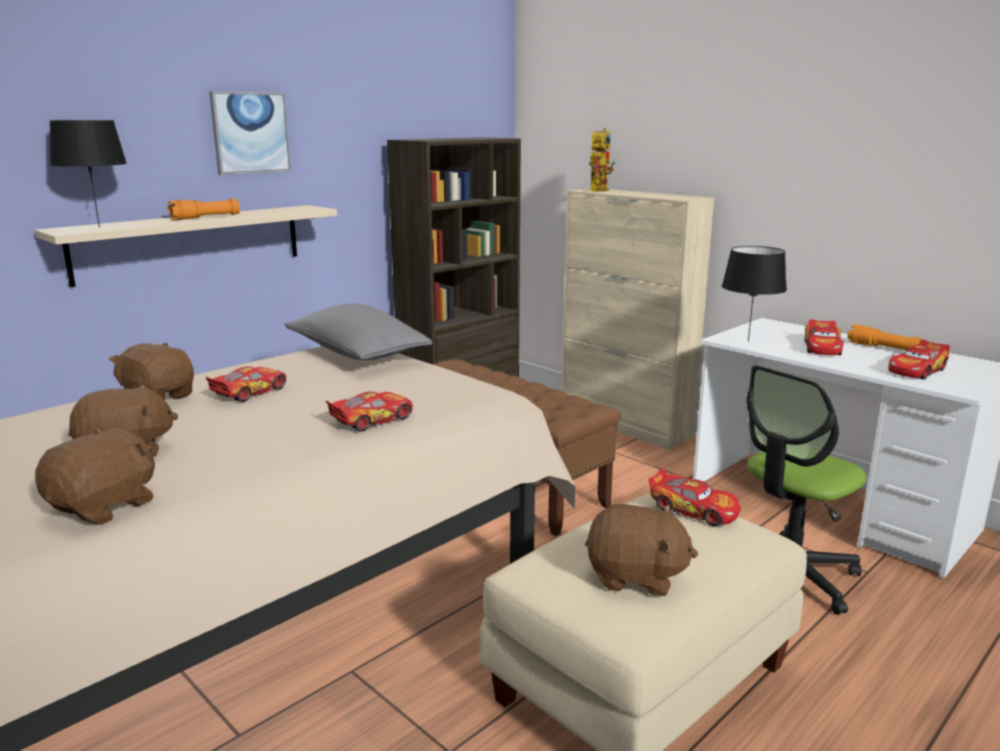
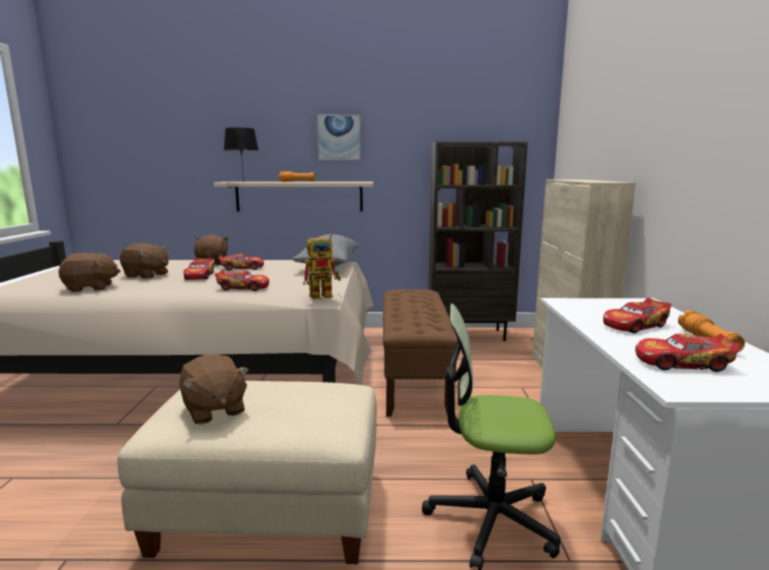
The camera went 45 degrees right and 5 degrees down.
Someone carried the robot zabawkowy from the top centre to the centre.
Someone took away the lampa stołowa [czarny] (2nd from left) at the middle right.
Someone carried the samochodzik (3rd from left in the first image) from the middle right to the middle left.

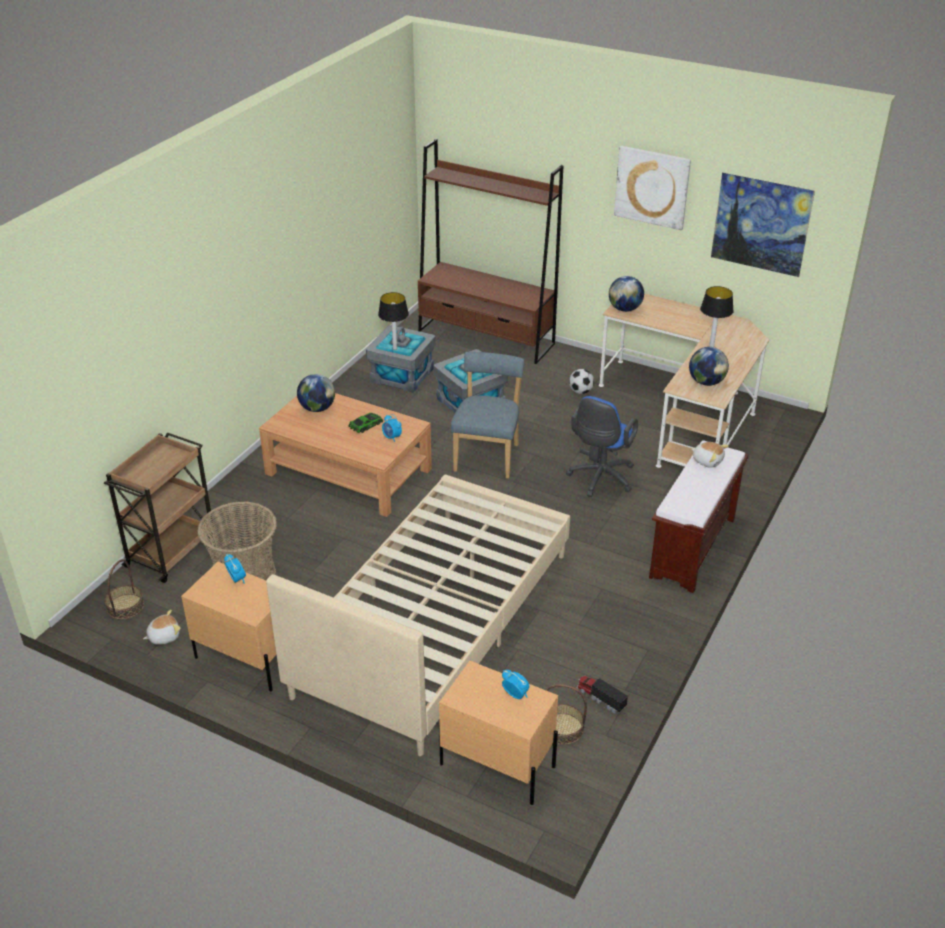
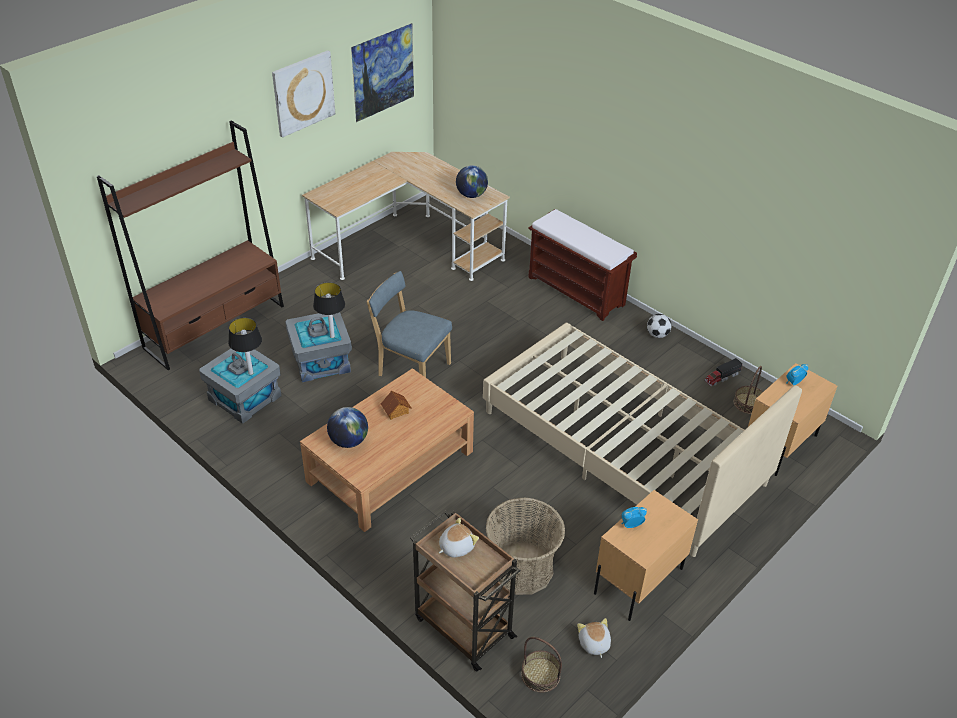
The camera went 75 degrees left and 5 degrees up.
Someone took away the globus (2nd from left) at the top centre.
Someone carried the lampa stołowa (2nd from left) from the middle right to the centre.
Someone carried the piłka futbolowa from the centre to the middle right.
Someone took away the krzesło biurowe [niebieski] at the centre.
Someone swapped the samochodzik at the centre for the domek at the centre.
Someone took away the budzik (2nd from left) at the centre.
Someone carried the pluszak (2nd from left in the first image) from the middle right to the bottom centre.

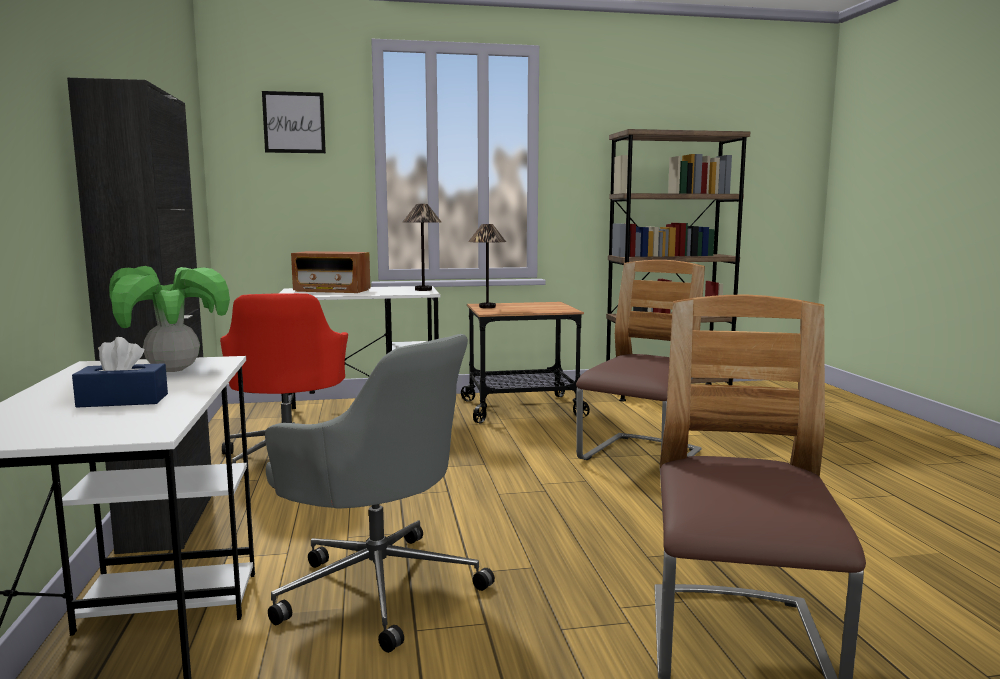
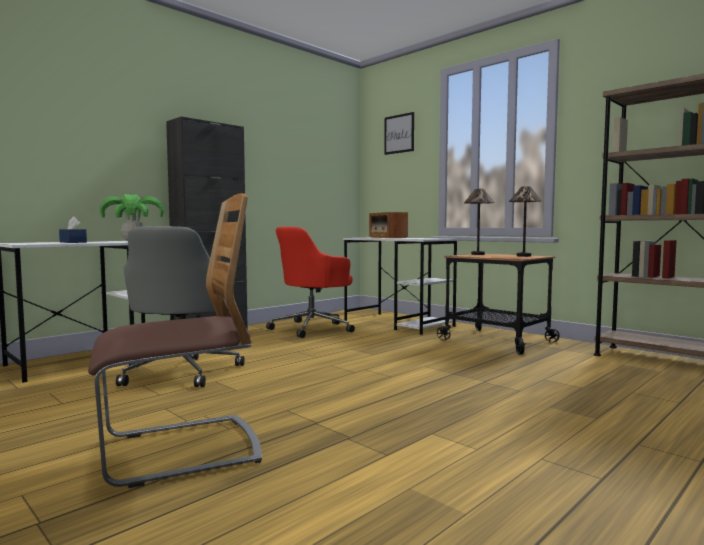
The camera went 55 degrees right and 5 degrees down.
Someone carried the lampa stołowa (1st from left in the first image) from the centre to the middle right.
Someone took away the krzesło (1st from left) at the centre.

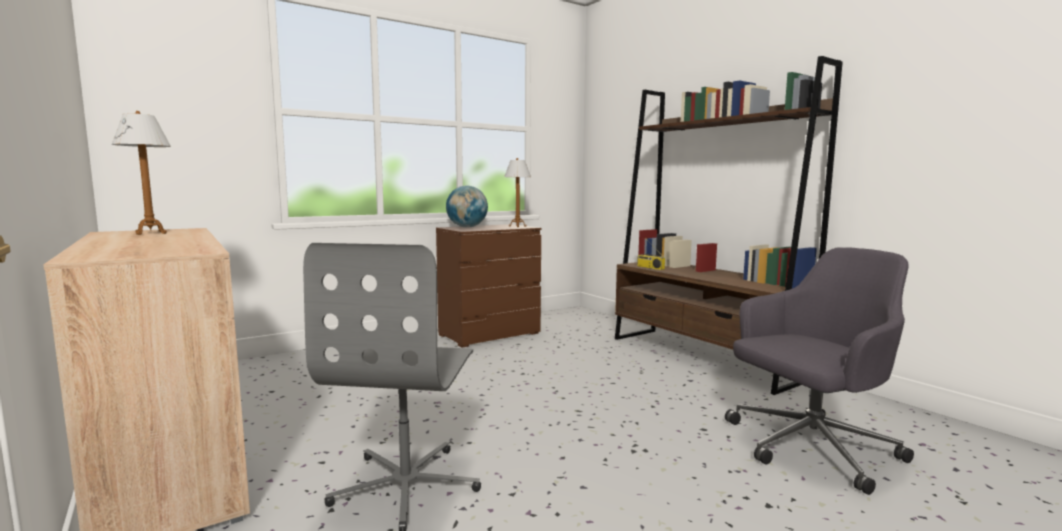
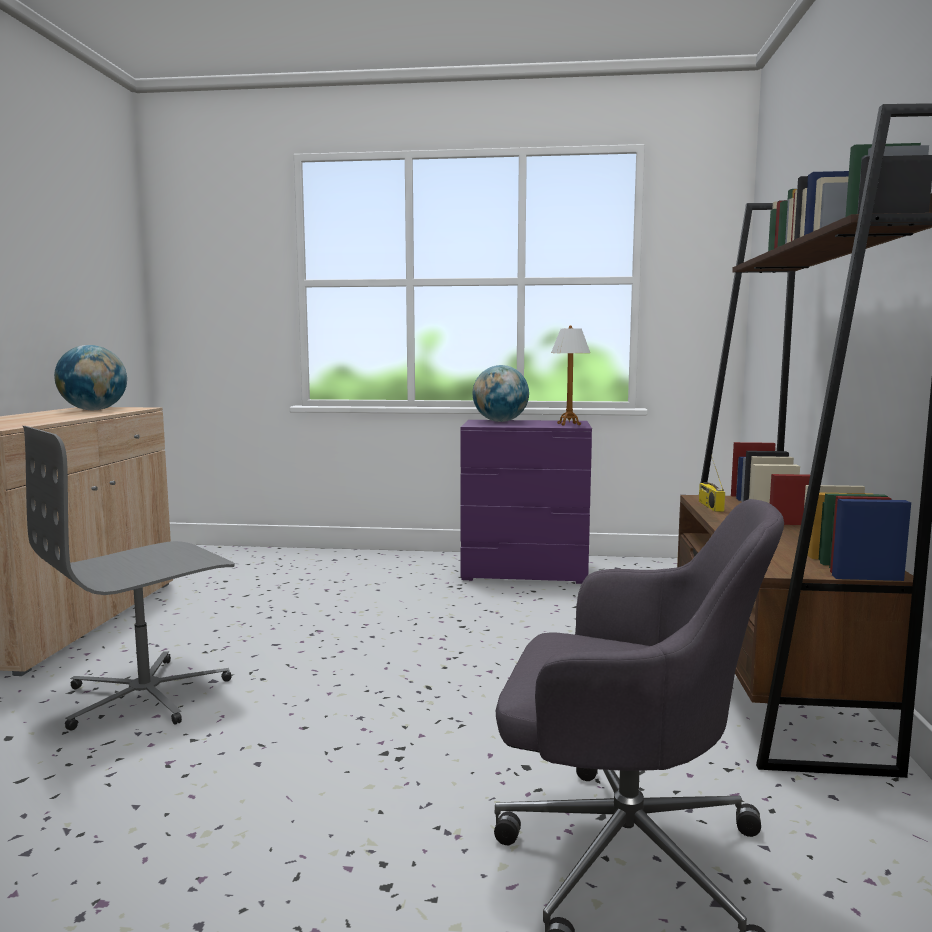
The camera went 40 degrees right and 0 degrees up.
Someone swapped the lampa stołowa (1st from left) at the top left for the globus (1st from left) at the middle left.
Someone repainted the komoda [brązowy] at the centre, which became the komoda [fioletowy] at the centre.

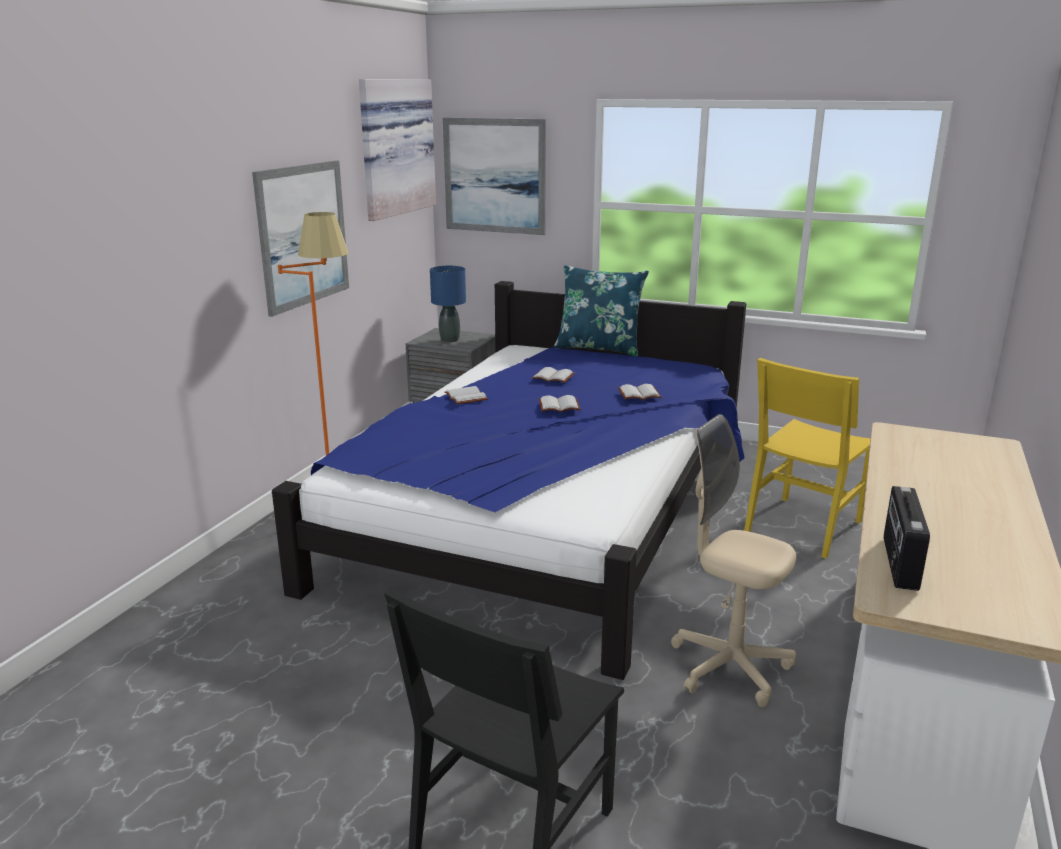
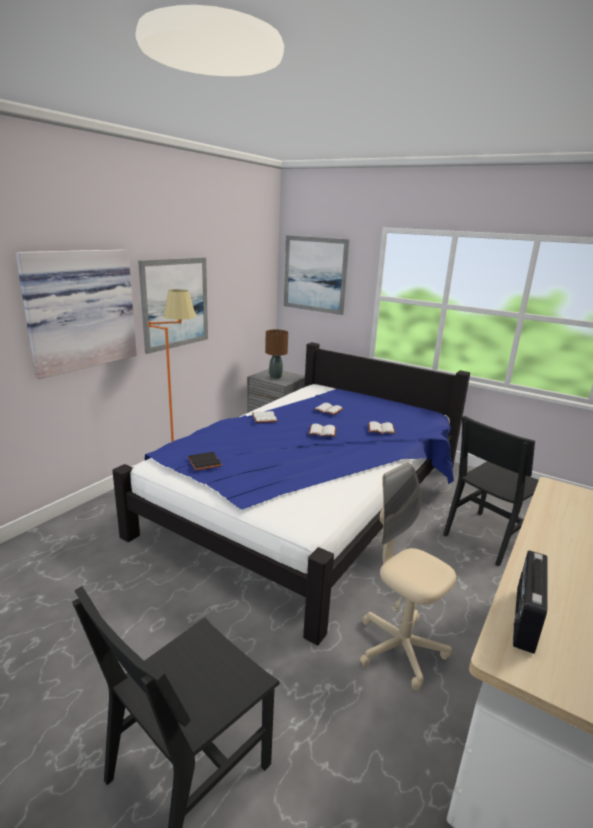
The camera went 10 degrees right and 0 degrees up.
Someone carried the obraz (2nd from left in the first image) from the top centre to the middle left.
Someone took away the poduszka [niebieski] at the centre.
Someone repainted the lampa stołowa [niebieski] at the centre, which became the lampa stołowa [brązowy] at the centre.
Someone repainted the krzesło [żółty] at the middle right, which became the krzesło [czarny] (2nd from left) at the middle right.
Someone put down the książka [czarny] at the centre.

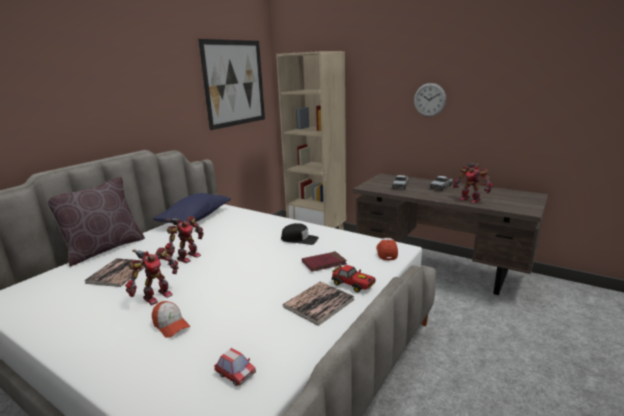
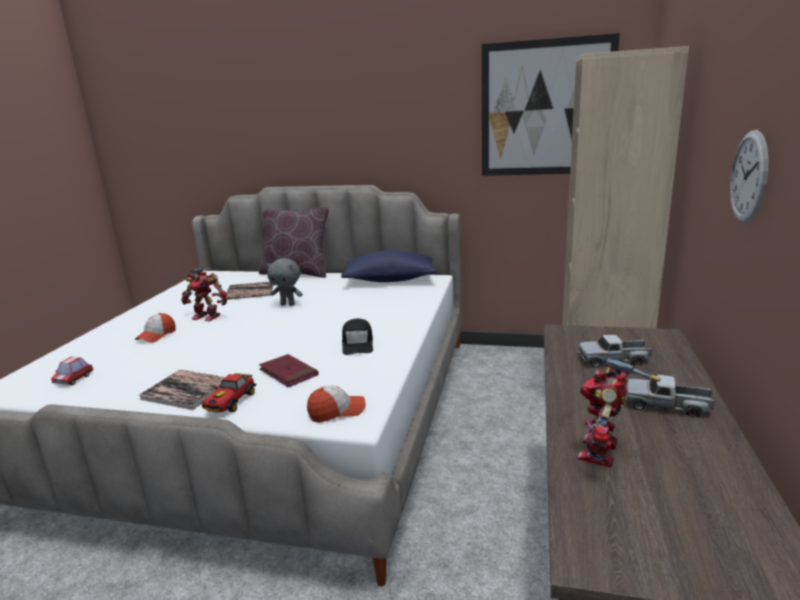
The camera went 70 degrees right and 0 degrees up.
Someone swapped the robot zabawkowy (2nd from left) at the middle left for the pluszak [szary] at the centre.

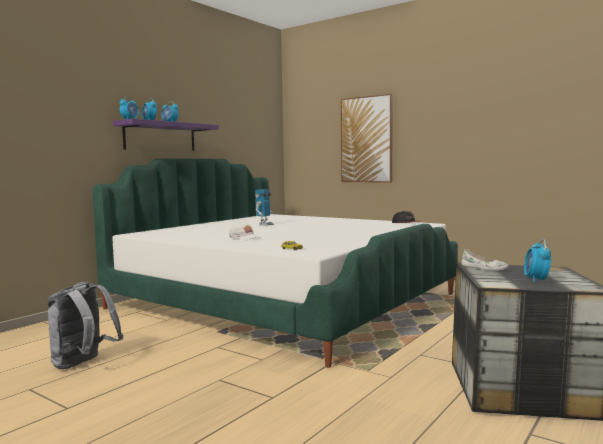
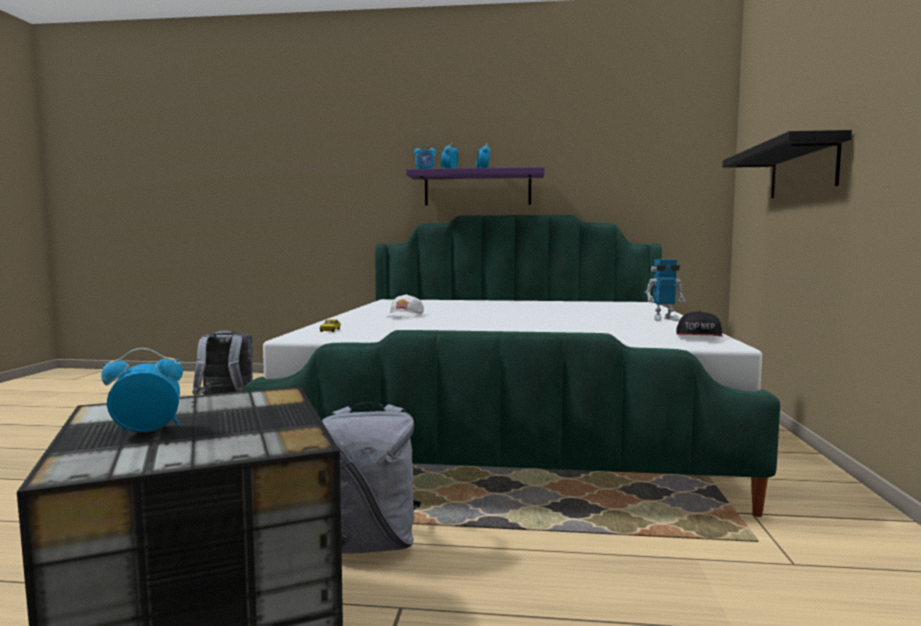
The camera went 60 degrees right and 0 degrees up.
Someone swapped the obraz at the top centre for the półka [czarny] at the top right.
Someone carried the robot zabawkowy from the centre to the middle right.
Someone took away the but [biały] at the middle right.
Someone put down the plecak [szary] (2nd from left) at the bottom centre.

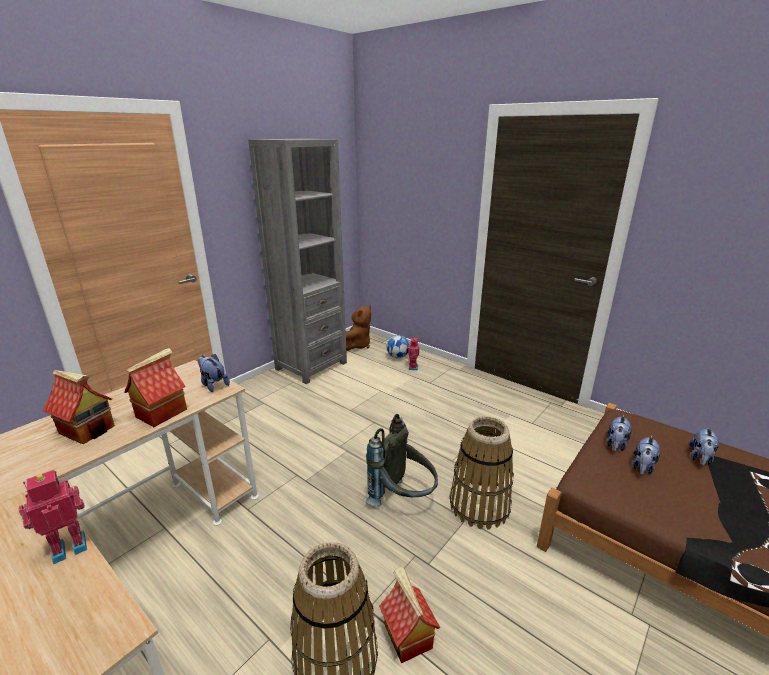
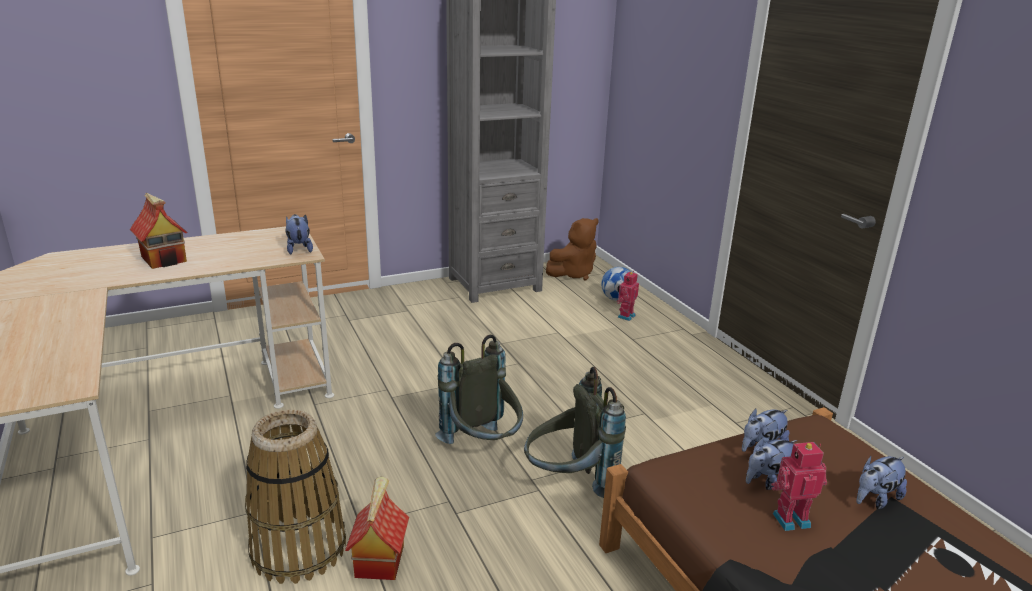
The camera went 25 degrees right and 0 degrees up.
Someone took away the domek (2nd from left) at the middle left.
Someone swapped the koszyk (2nd from left) at the bottom centre for the plecak [szary] (2nd from left) at the bottom centre.
Someone carried the robot zabawkowy (1st from left in the first image) from the bottom left to the bottom right.

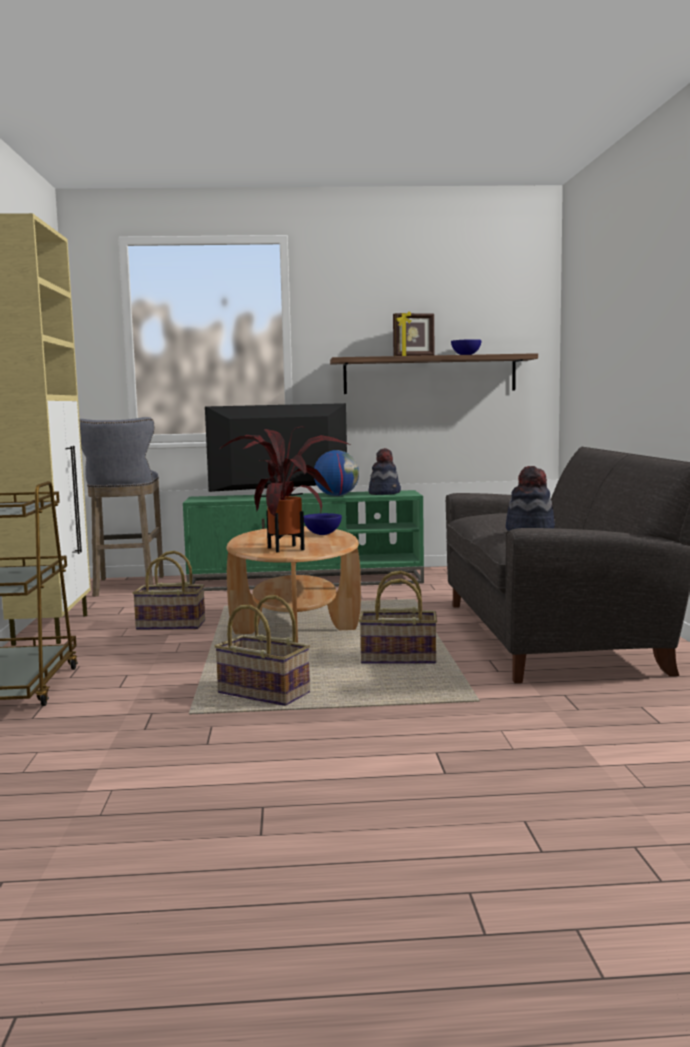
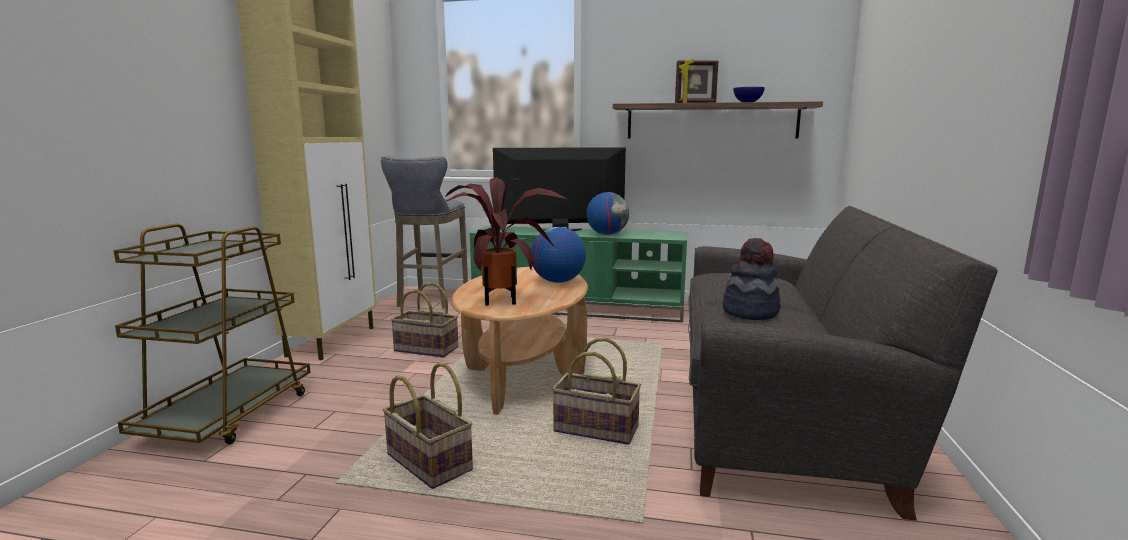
The camera went 15 degrees right and 5 degrees up.
Someone took away the kapelusz (1st from left) at the centre.
Someone swapped the miska [niebieski] (1st from left) at the centre for the globus (1st from left) at the centre.

